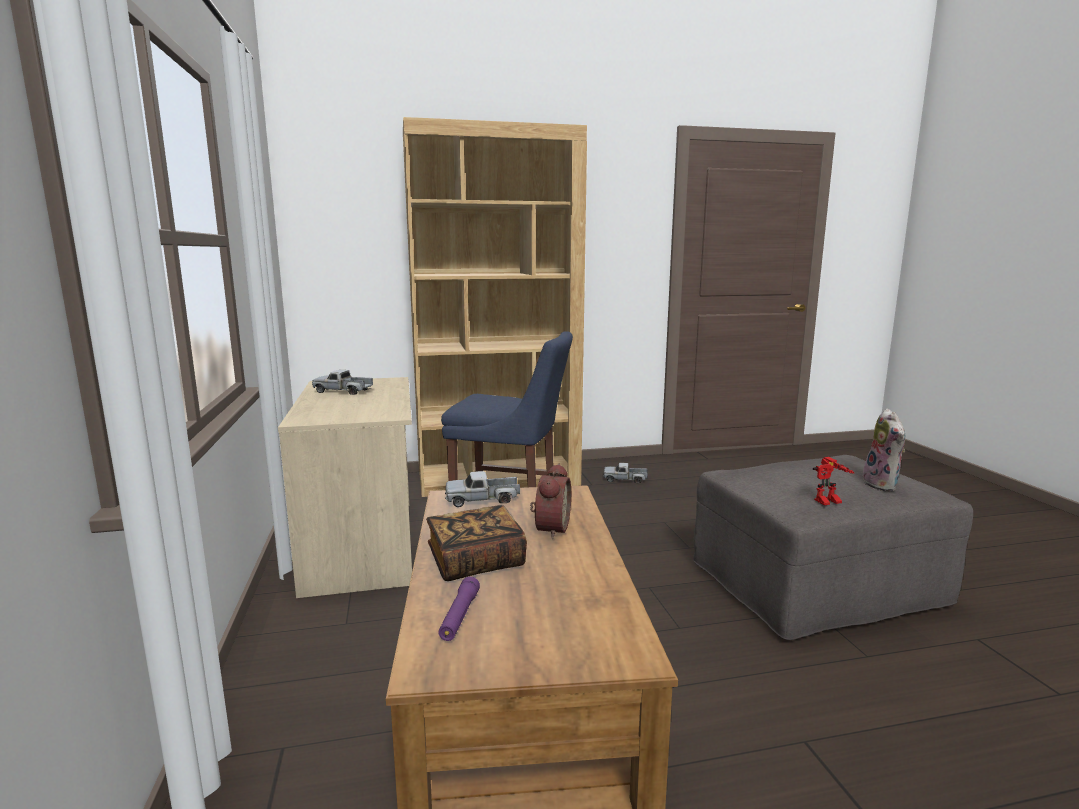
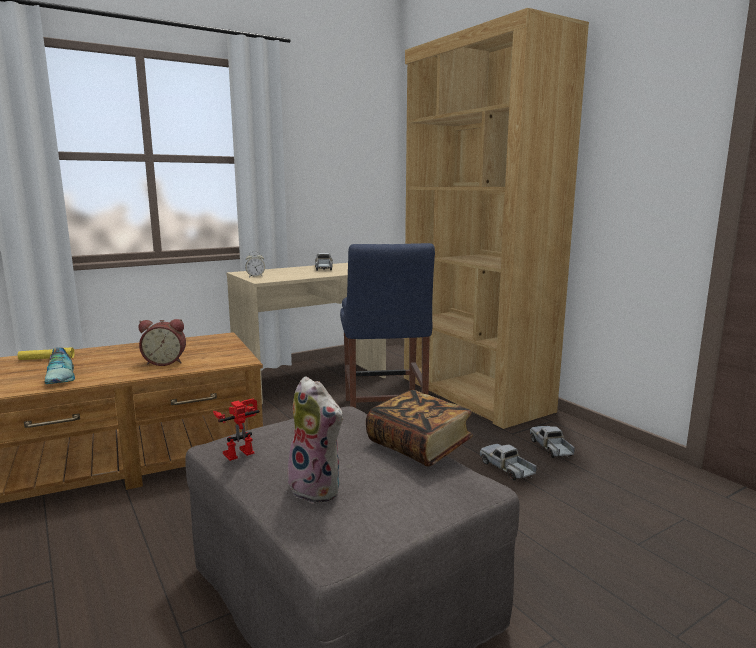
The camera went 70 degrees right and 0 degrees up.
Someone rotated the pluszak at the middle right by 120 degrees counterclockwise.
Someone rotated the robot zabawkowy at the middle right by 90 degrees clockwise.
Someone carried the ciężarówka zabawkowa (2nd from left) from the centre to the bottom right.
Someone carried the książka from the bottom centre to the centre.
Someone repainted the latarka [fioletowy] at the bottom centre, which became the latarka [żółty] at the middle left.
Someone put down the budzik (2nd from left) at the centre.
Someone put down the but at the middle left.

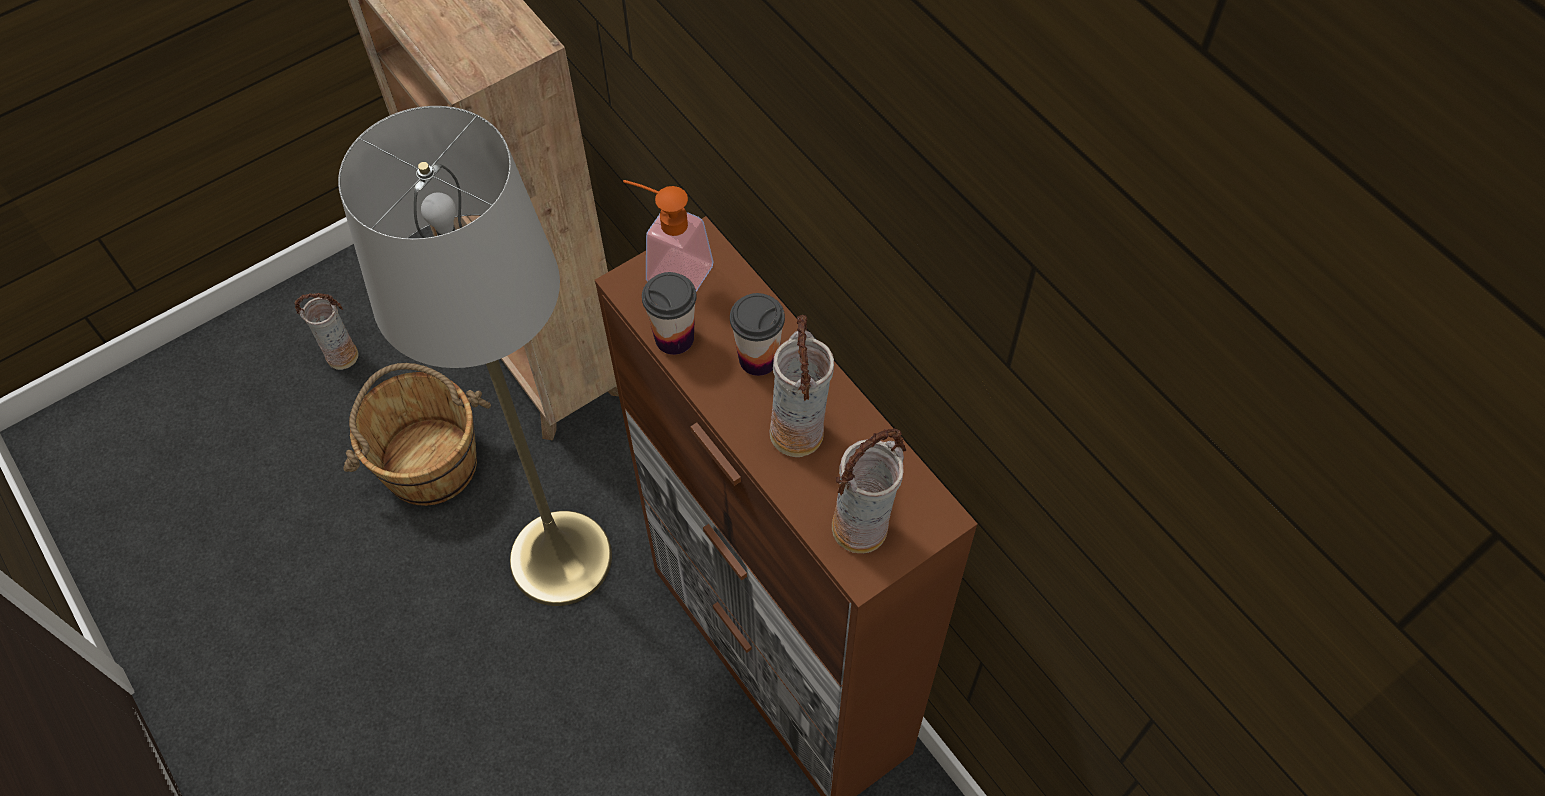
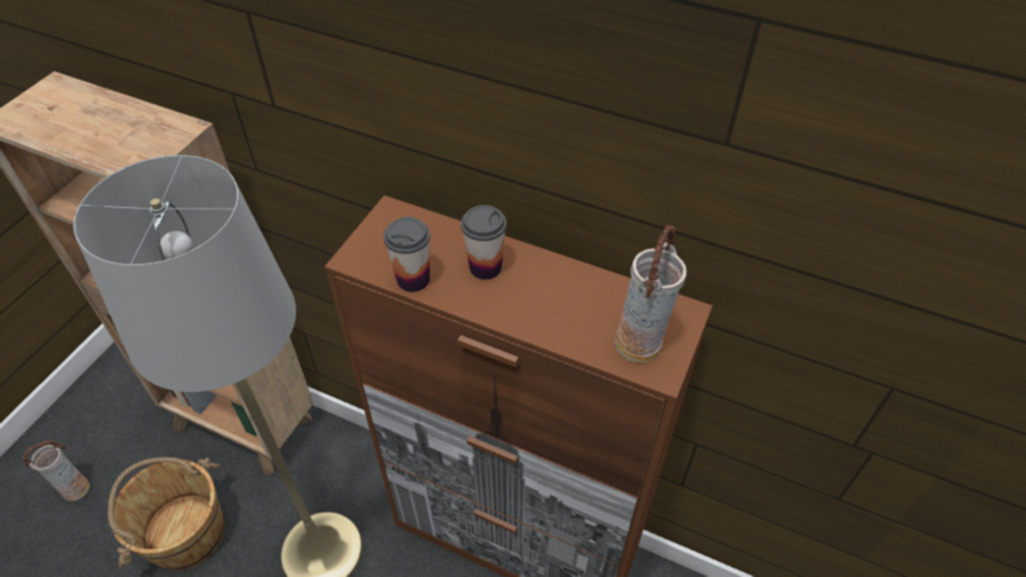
The camera went 30 degrees left and 10 degrees down.
Someone took away the dozownik mydła at the top centre.
Someone took away the wazon (2nd from left) at the centre.

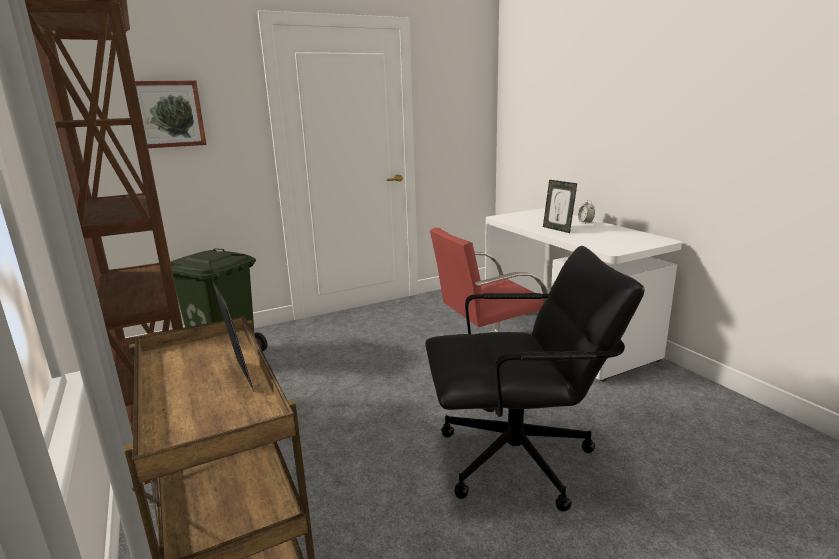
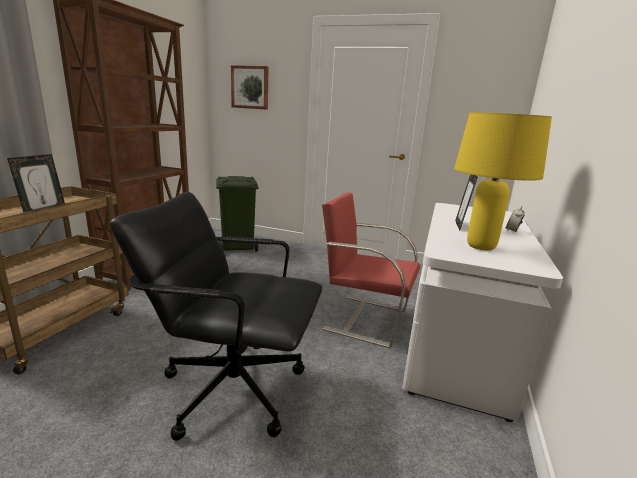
The camera went 45 degrees right and 0 degrees up.
Someone rotated the krzesło biurowe [czarny] at the bottom centre by 150 degrees clockwise.
Someone put down the lampa stołowa [żółty] at the middle right.

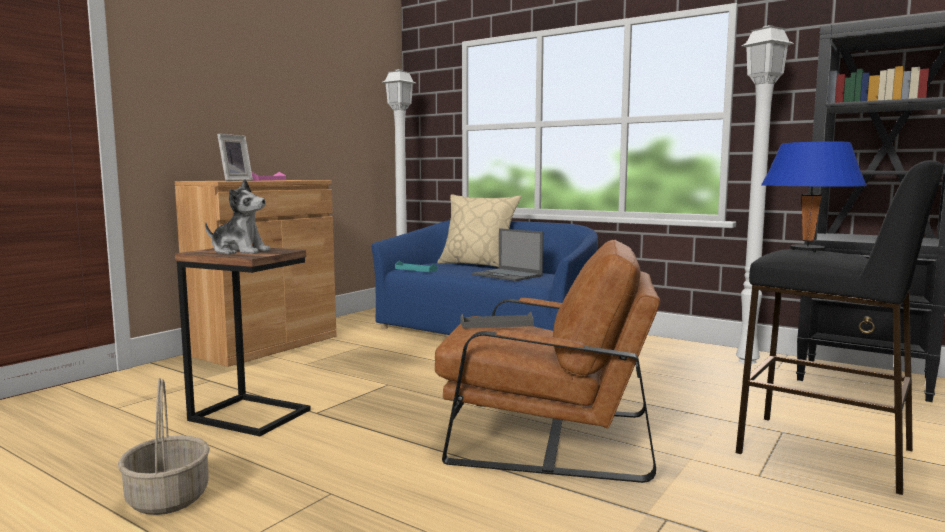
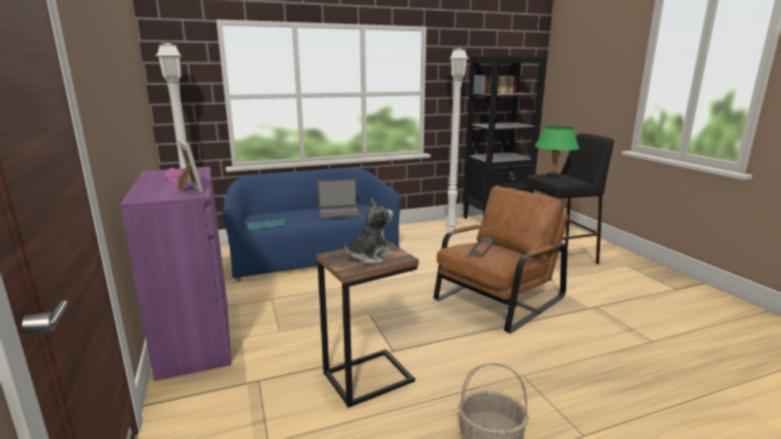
The camera went 55 degrees left and 10 degrees up.
Someone repainted the lampa stołowa [niebieski] at the middle right, which became the lampa stołowa [zielony] at the middle right.
Someone repainted the szafka [brązowy] at the middle left, which became the szafka [fioletowy] at the middle left.
Someone took away the poduszka [beżowy] at the centre.

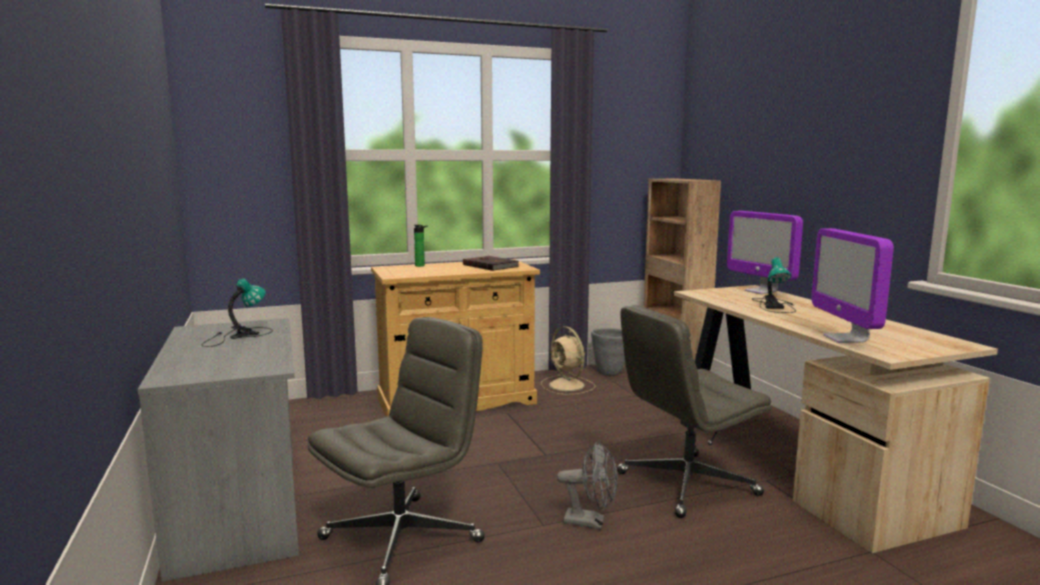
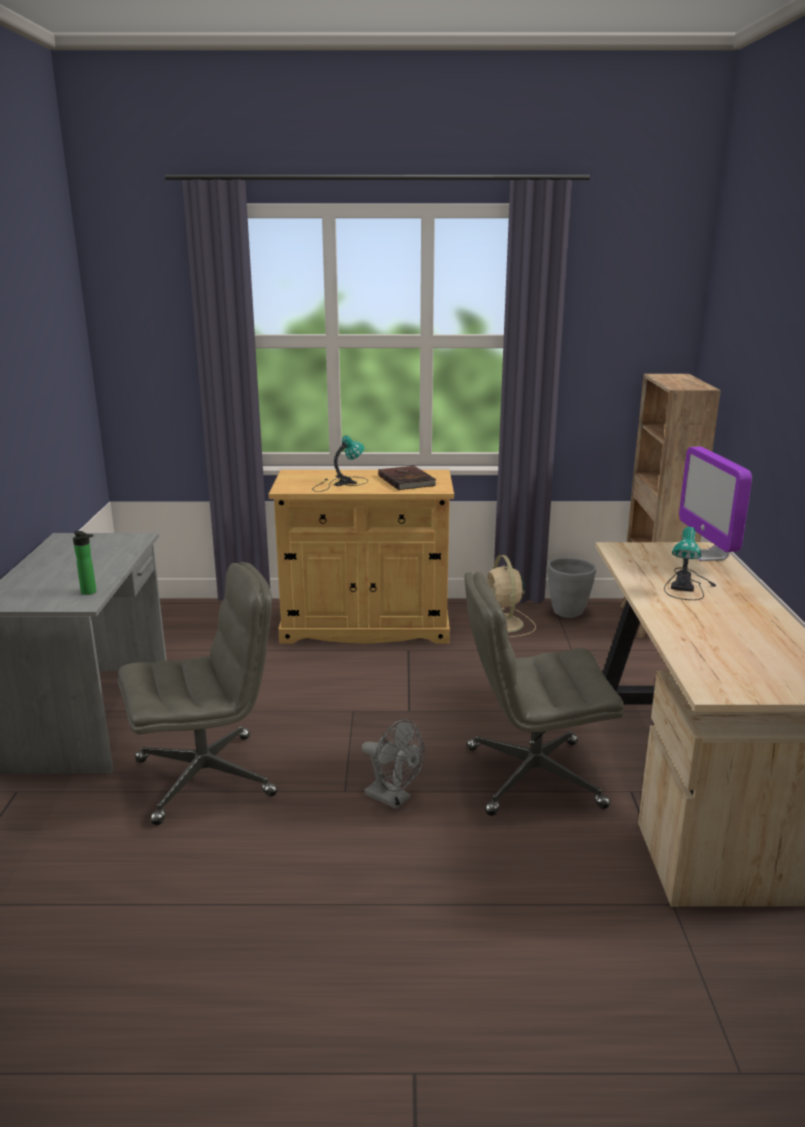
The camera went 20 degrees right and 10 degrees up.
Someone carried the butelka from the centre to the middle left.
Someone took away the monitor (2nd from left) at the middle right.
Someone carried the lampa stołowa (1st from left) from the middle left to the centre.

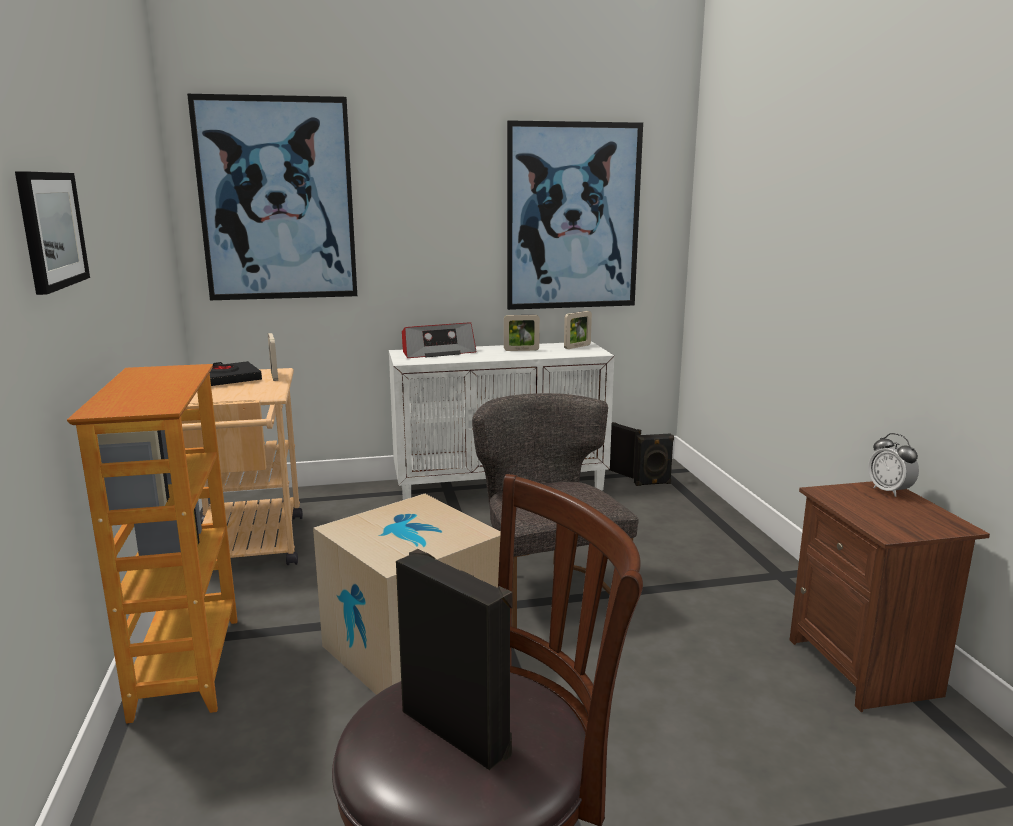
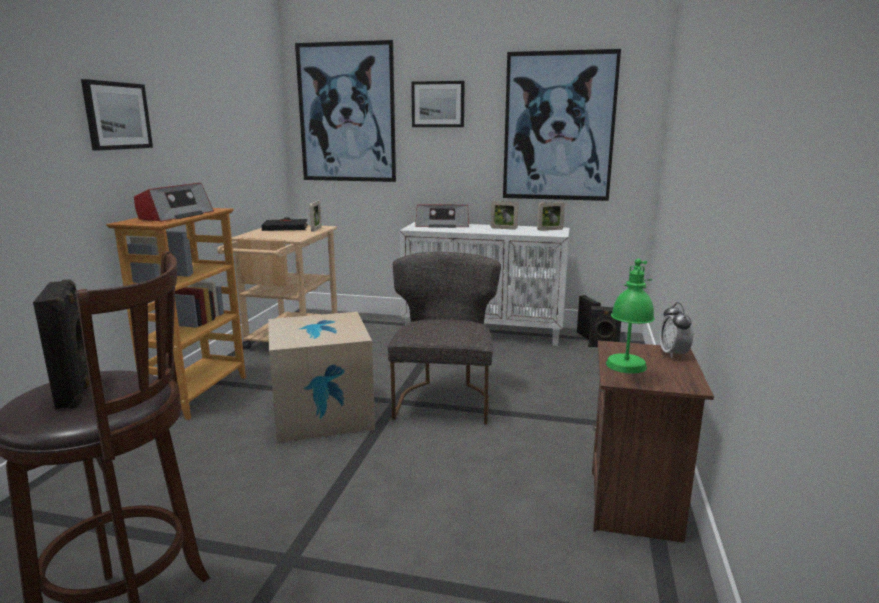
The camera went 25 degrees right and 0 degrees up.
Someone put up the obraz (3rd from left) at the top centre.
Someone put down the radio (1st from left) at the middle left.
Someone put down the lampa stołowa [zielony] at the middle right.

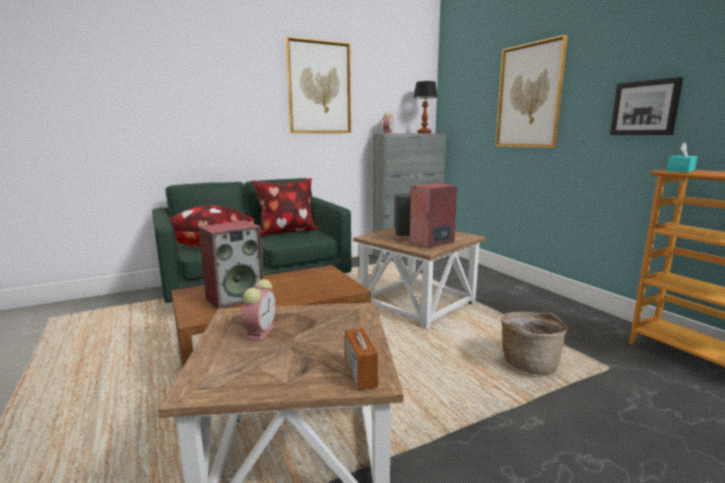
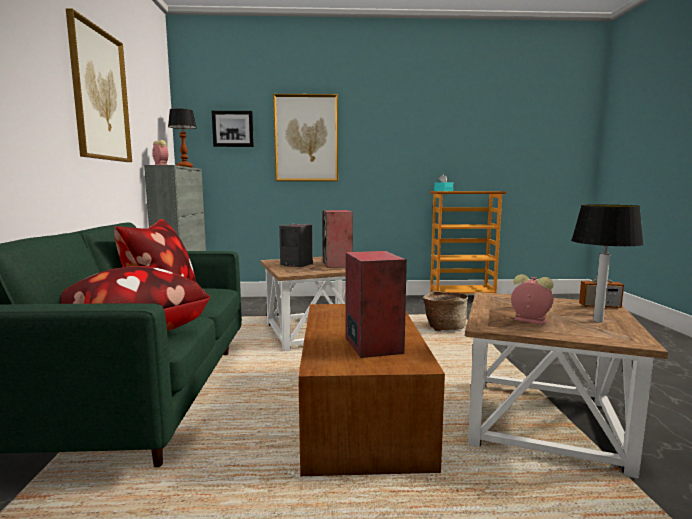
The camera went 65 degrees left and 5 degrees down.
Someone carried the obraz (3rd from left in the first image) from the top right to the top centre.
Someone put down the lampa stołowa (2nd from left) at the middle right.

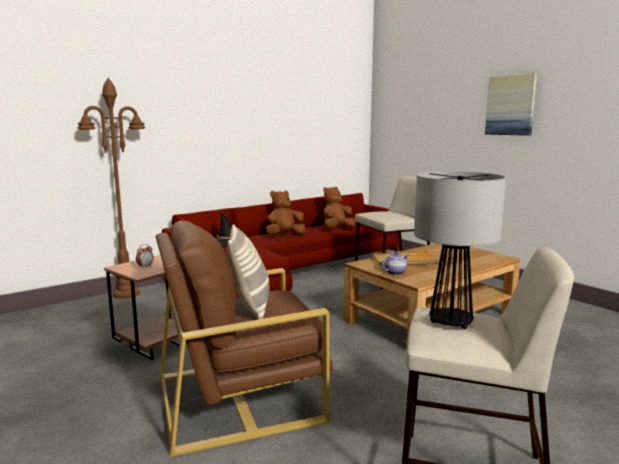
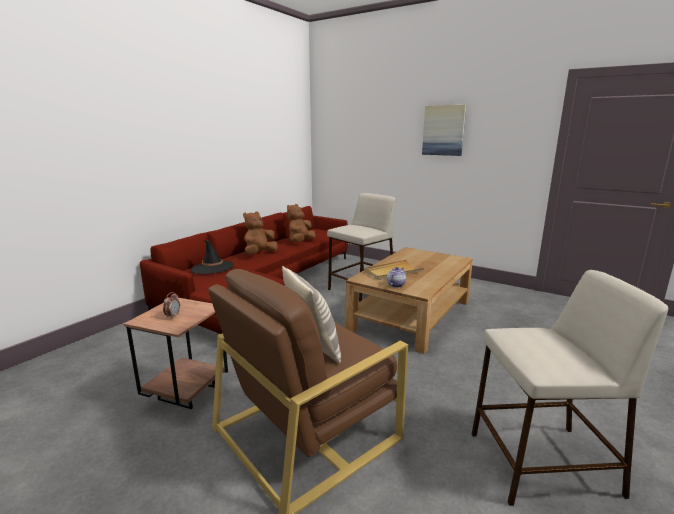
The camera went 20 degrees left and 5 degrees up.
Someone took away the lampa stojąca [brązowy] at the middle left.
Someone took away the lampa stołowa at the middle right.

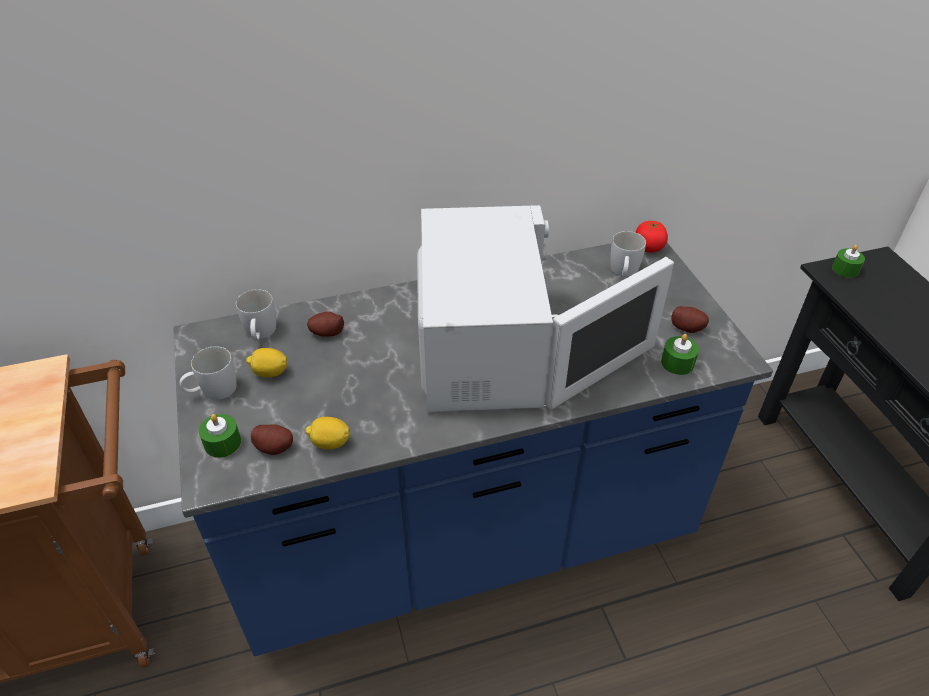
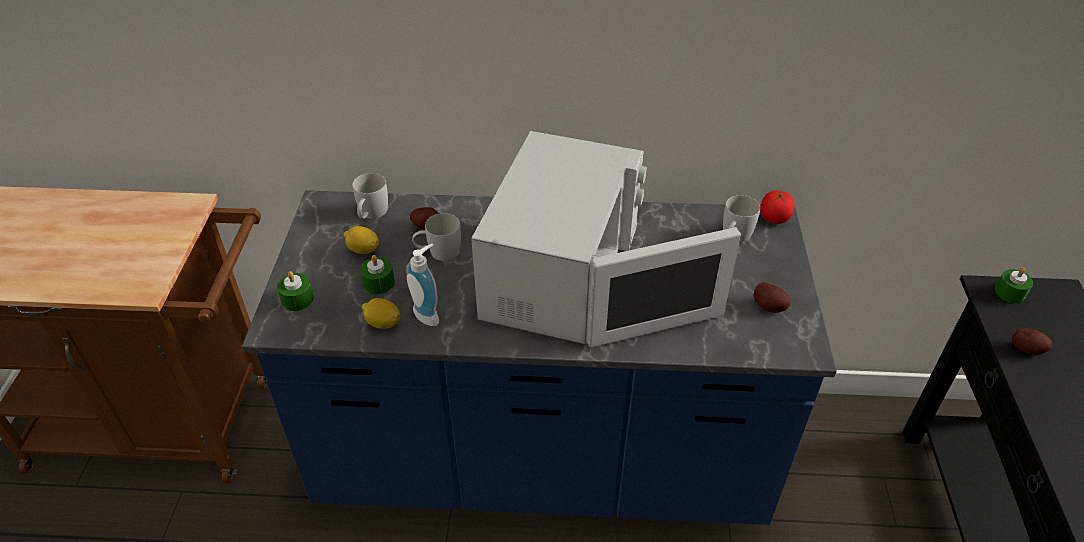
The camera went 20 degrees right and 0 degrees up.
Someone carried the świeca [zielony] (2nd from left) from the middle right to the centre.
Someone carried the kubek [biały] (1st from left in the first image) from the middle left to the centre.
Someone carried the ziemniak (1st from left in the first image) from the middle left to the middle right.
Someone put down the dozownik mydła at the centre.

